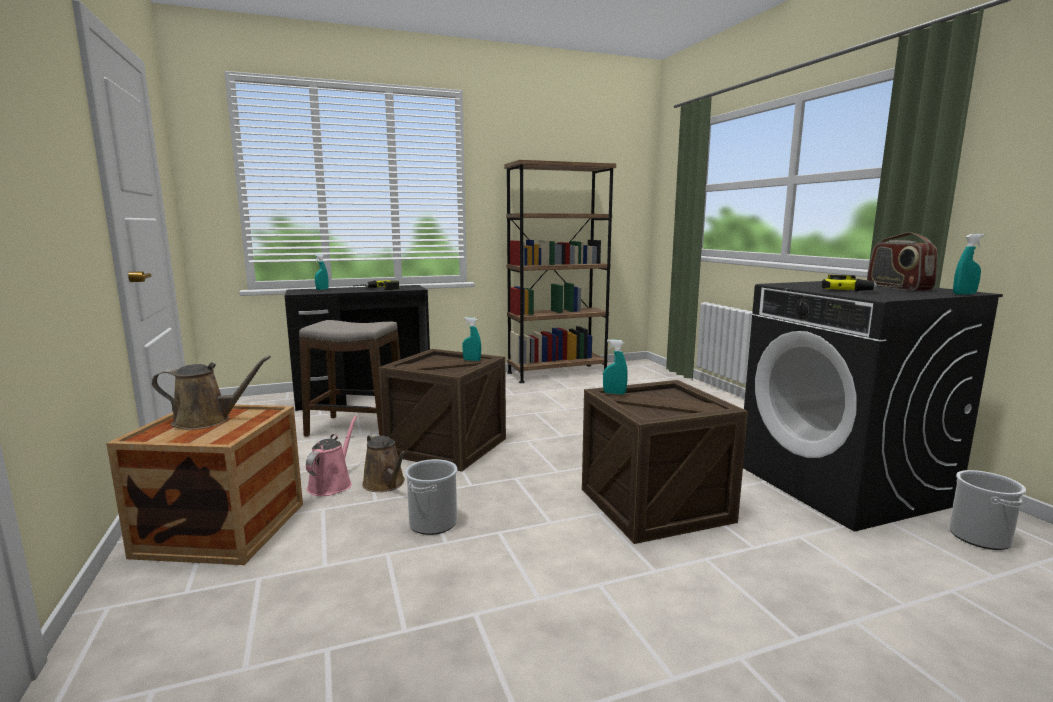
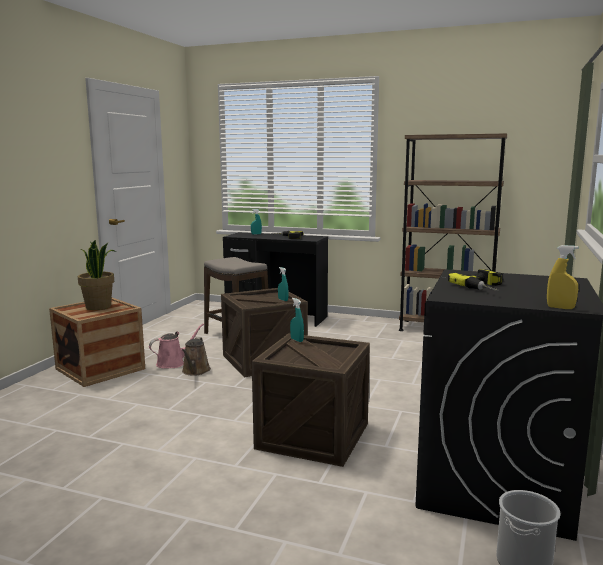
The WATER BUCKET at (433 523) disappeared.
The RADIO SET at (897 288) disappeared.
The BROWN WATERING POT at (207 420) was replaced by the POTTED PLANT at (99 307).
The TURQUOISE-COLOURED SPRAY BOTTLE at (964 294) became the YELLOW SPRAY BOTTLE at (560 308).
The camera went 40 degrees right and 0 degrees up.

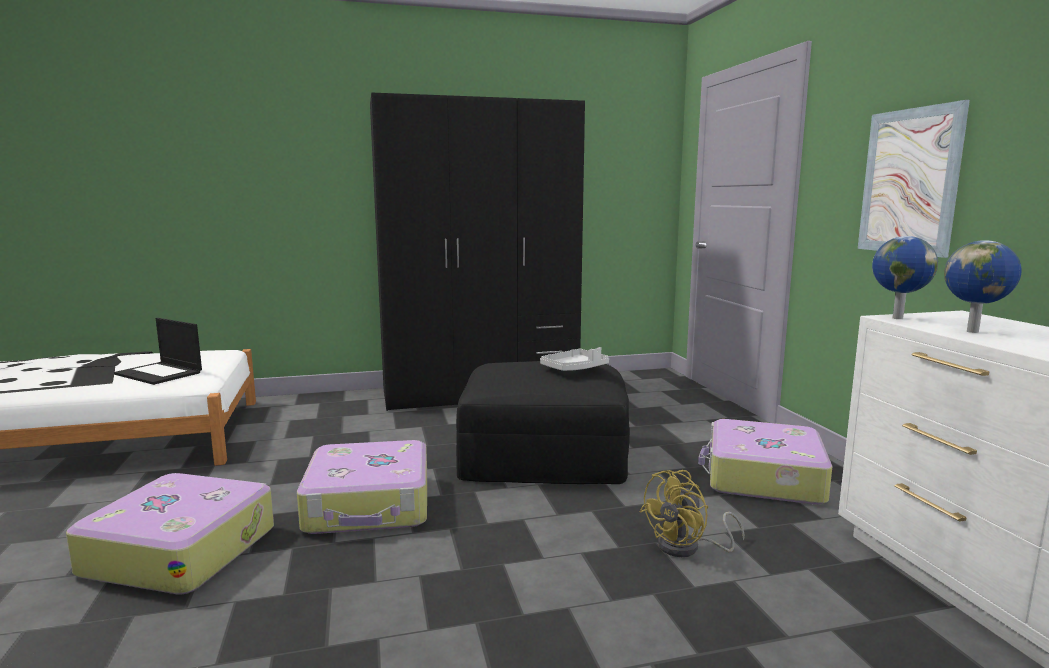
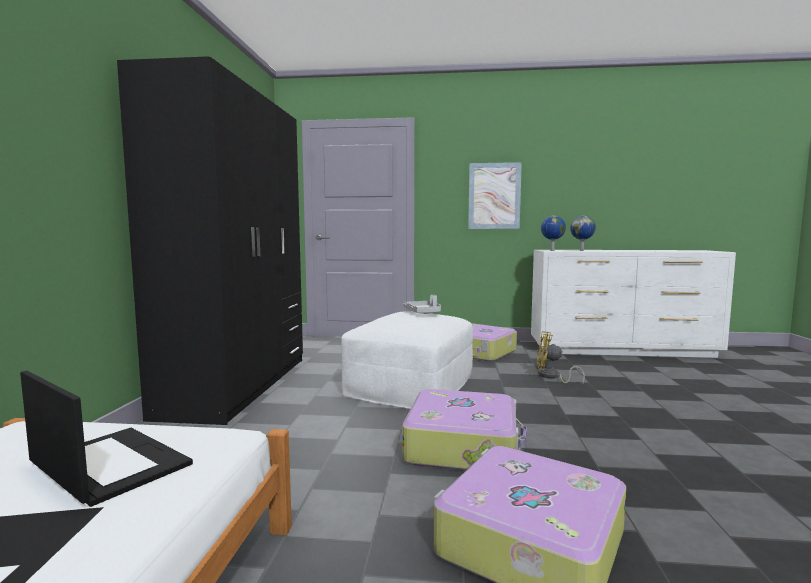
The BLACK OTTOMAN at (544 455) became the WHITISH OTTOMAN at (410 385).
The LAPTOP at (160 373) turned 105 degrees counterclockwise.
The YELLOW FAN at (687 548) turned 135 degrees clockwise.
The camera went 70 degrees left and 5 degrees down.

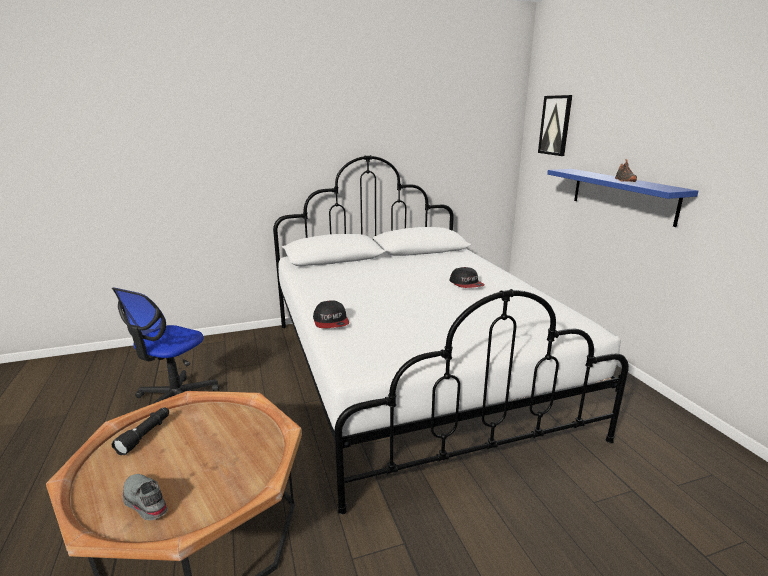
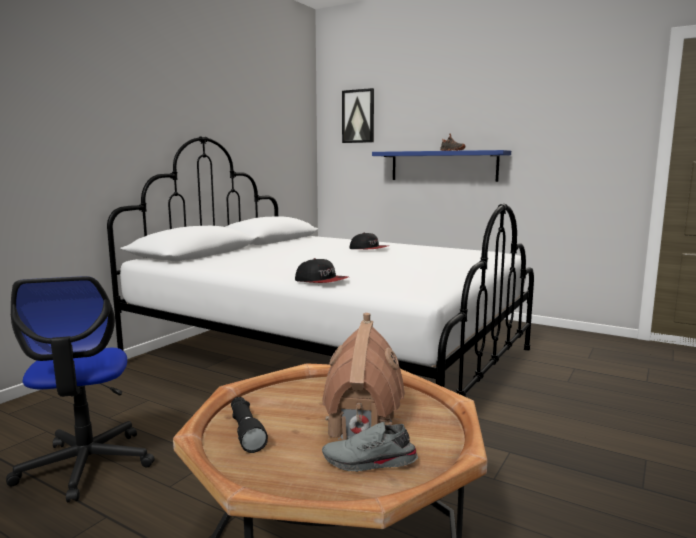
The TOY HOUSE at (361 425) appeared.
The camera went 40 degrees left and 10 degrees down.

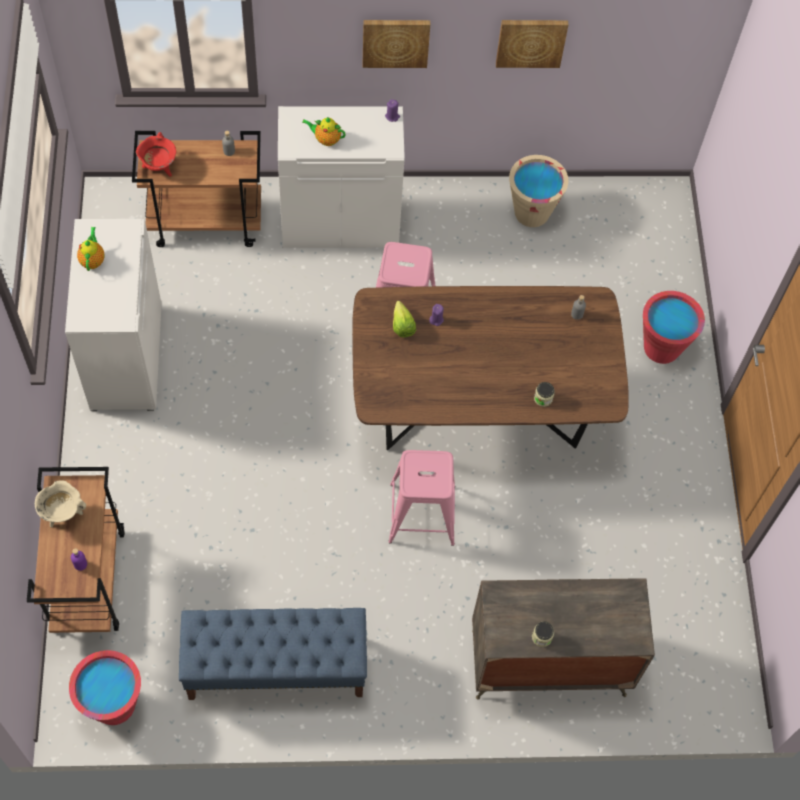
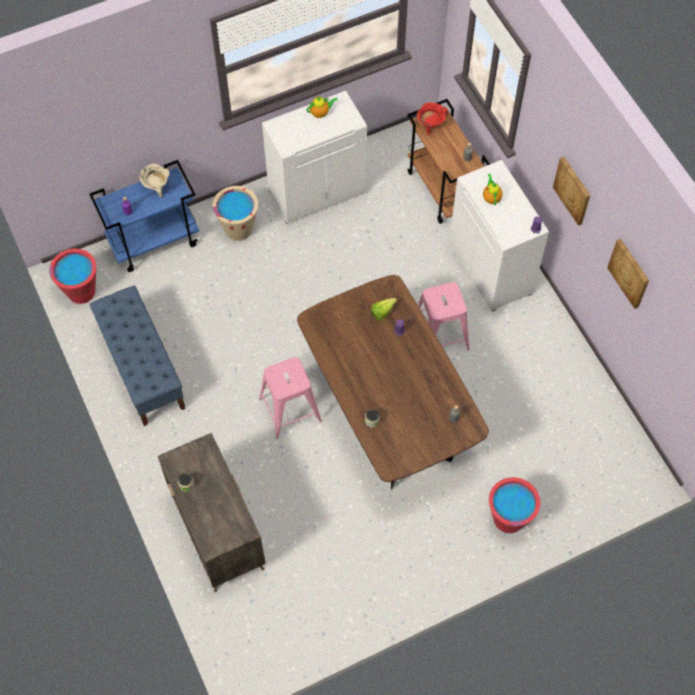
The BEIGE WATER BUCKET moved from (531 212) to (238 229).
The BROWN TROLLEY at (87 579) became the BLUE TROLLEY at (155 241).
The camera went 70 degrees right and 0 degrees up.

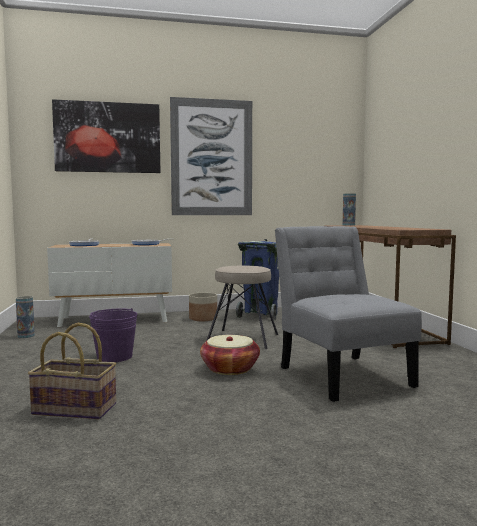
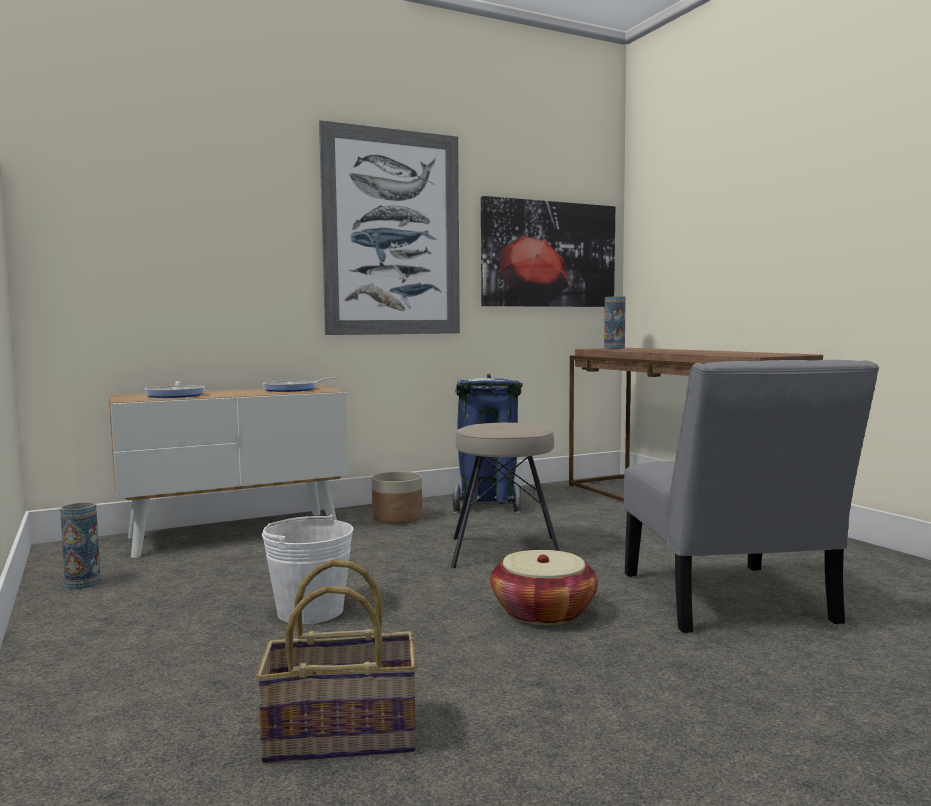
The WALL PICTURE moved from (108 137) to (549 254).
The PURPLE-COLOURED WATER BUCKET at (114 357) became the WHITISH WATER BUCKET at (310 611).
The GRAY PLAIN CHAIR at (341 374) turned 150 degrees counterclockwise.
The camera went 15 degrees left and 0 degrees up.

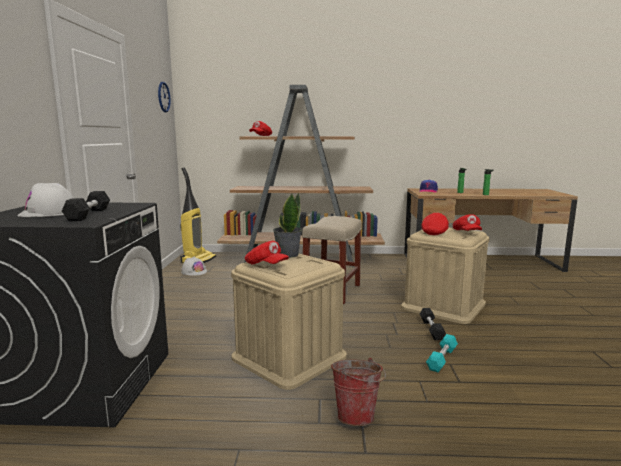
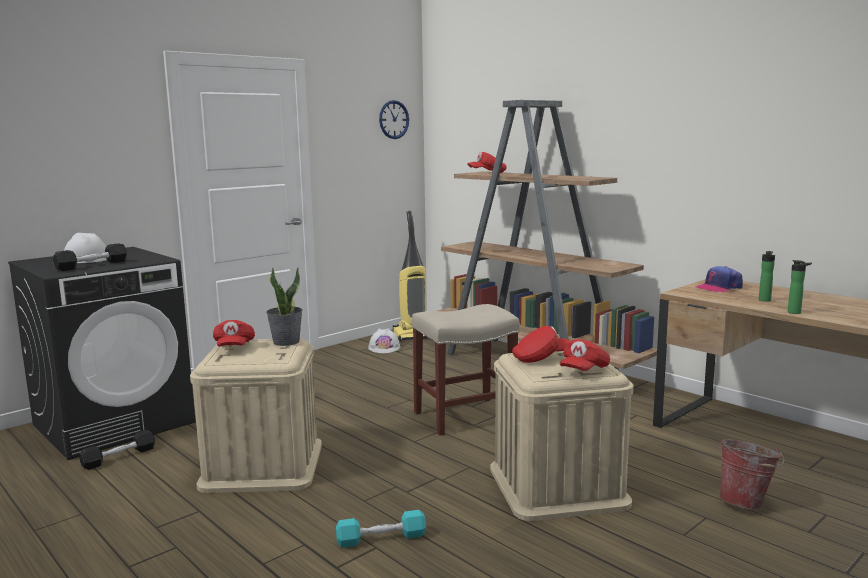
The WATER BUCKET moved from (357 415) to (746 503).
The BLACK HAND WEIGHT moved from (431 329) to (119 457).
The camera went 45 degrees right and 0 degrees up.

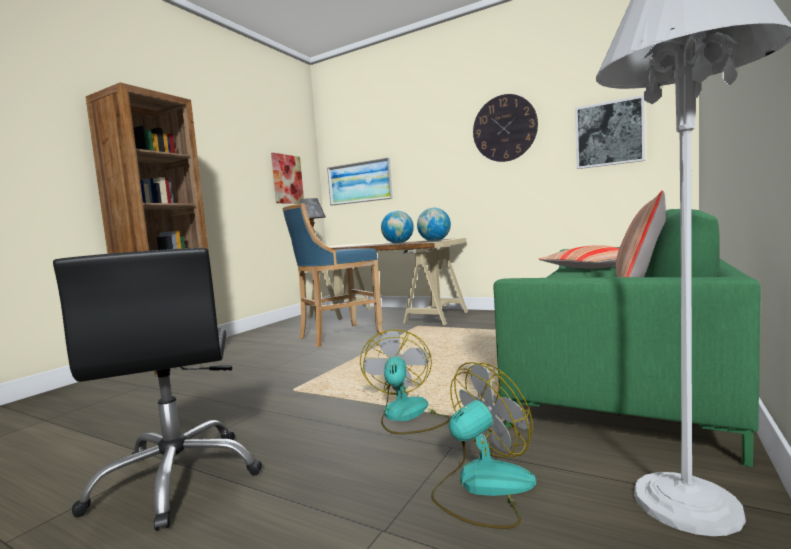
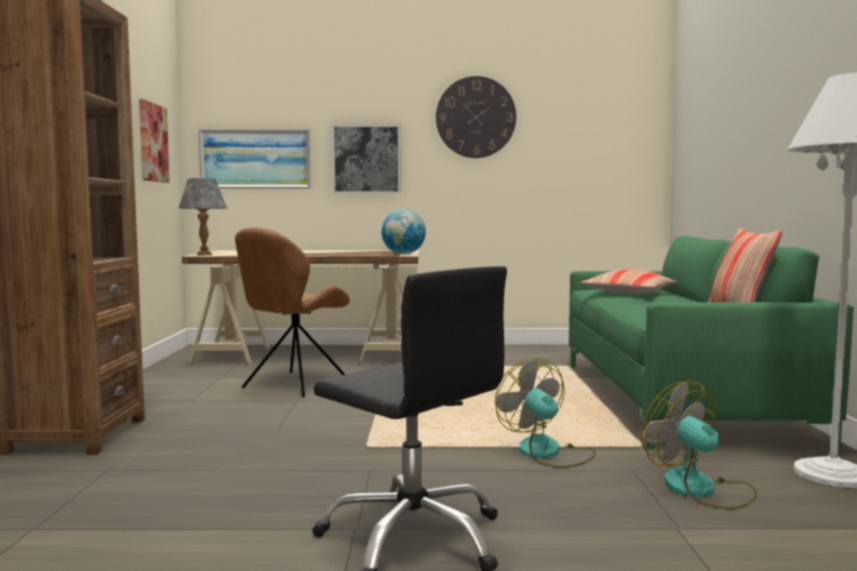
The WORLD GLOBE at (398 243) disappeared.
The WALL PICTURE moved from (609 134) to (366 159).
The BLUE SITTING STOOL at (337 336) was replaced by the BROWN PLAIN CHAIR at (294 385).
The FAN at (482 487) turned 60 degrees counterclockwise.
The camera went 30 degrees left and 0 degrees up.

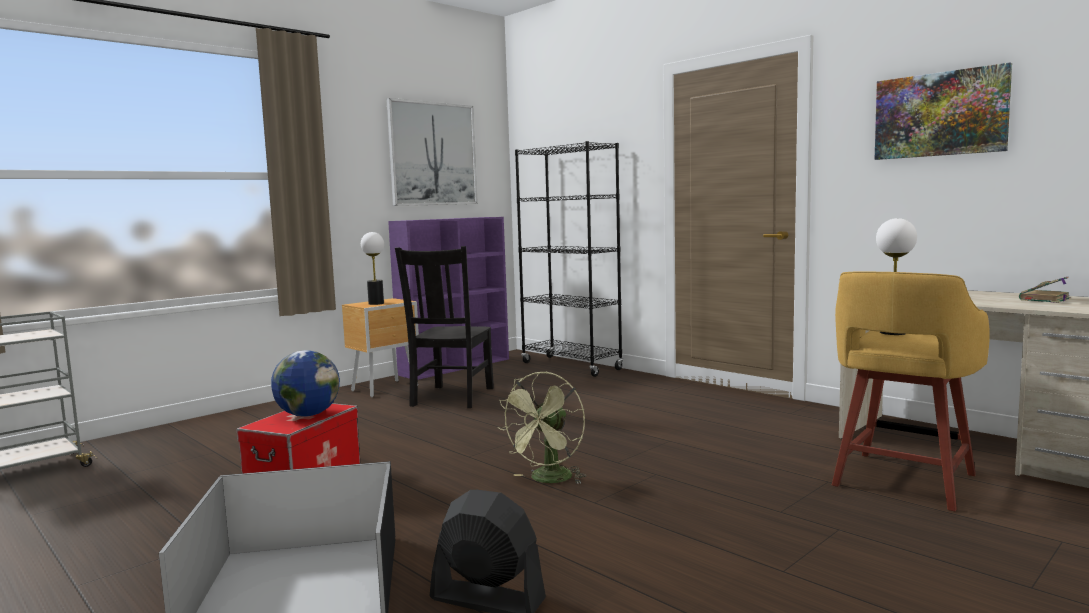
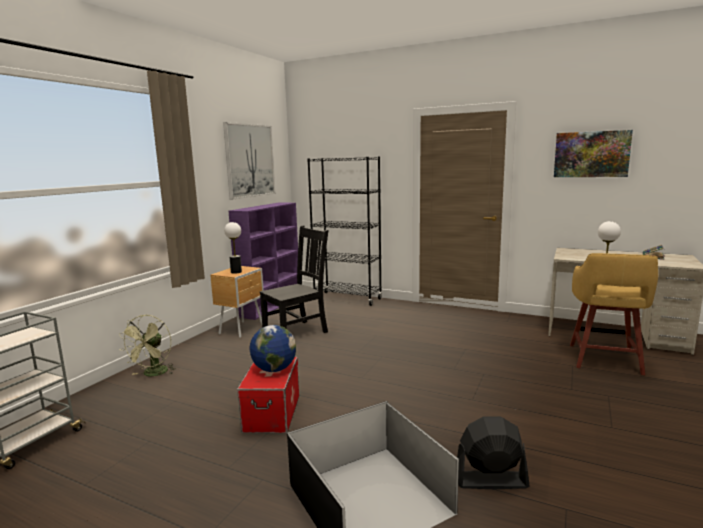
The GREEN FAN moved from (548 480) to (153 374).
The BLACK PLAIN CHAIR at (451 398) turned 120 degrees counterclockwise.
The camera went 20 degrees left and 5 degrees up.

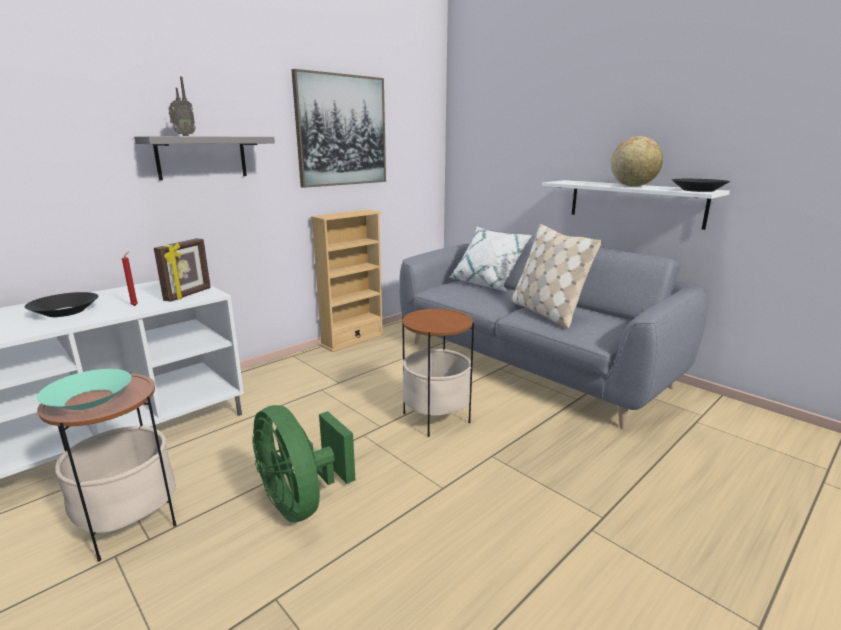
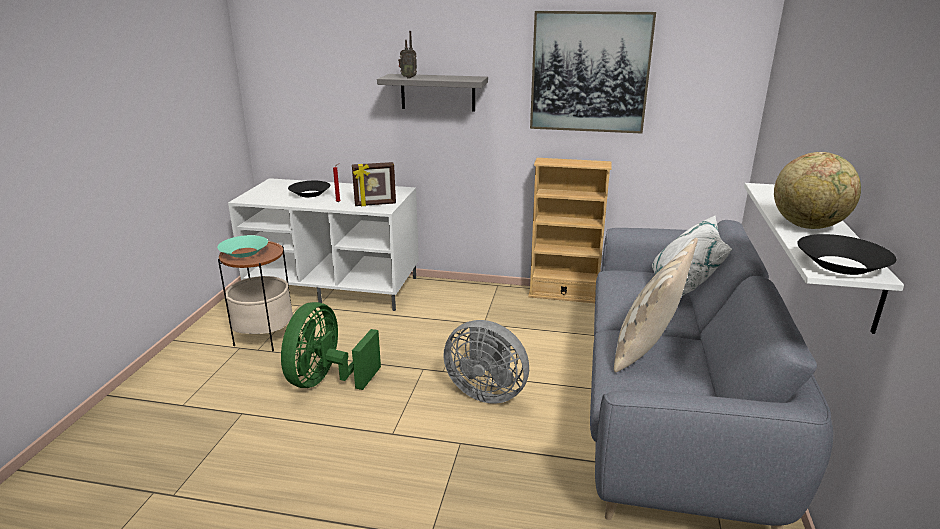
The ACCENT TABLE at (436 417) was replaced by the GRAY FAN at (486 391).
The camera went 55 degrees right and 5 degrees up.

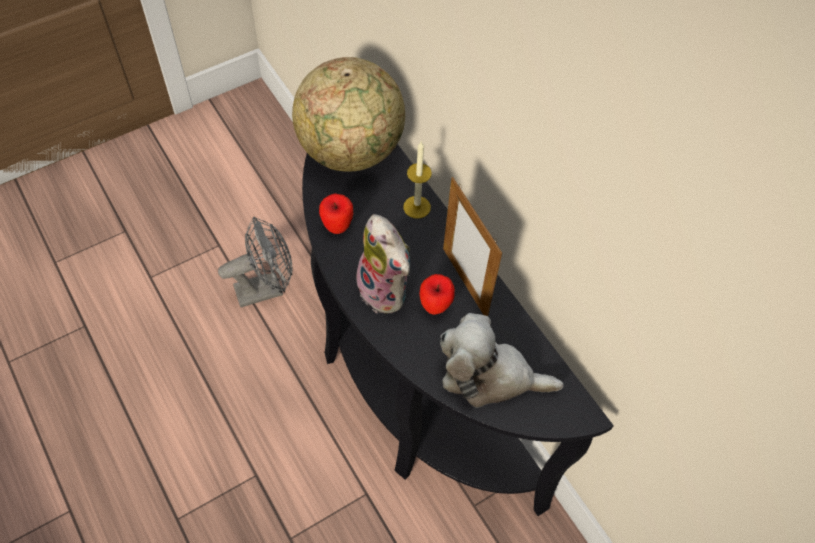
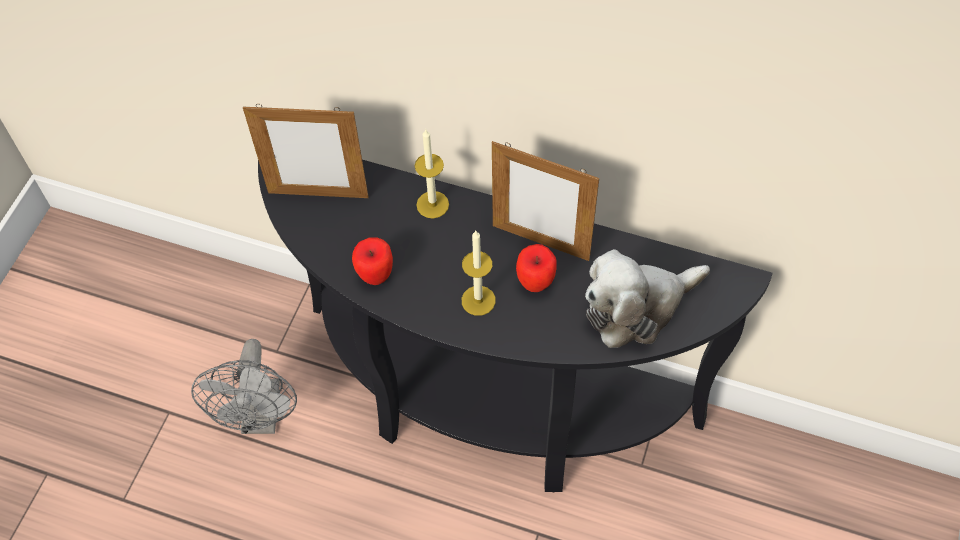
The WORLD GLOBE at (351 150) was replaced by the PHOTO FRAME at (318 194).
The PLUSH TOY at (386 290) was replaced by the WAX CANDLE at (478 300).
The GRAY FAN at (266 288) turned 150 degrees clockwise.
The camera went 35 degrees left and 0 degrees up.

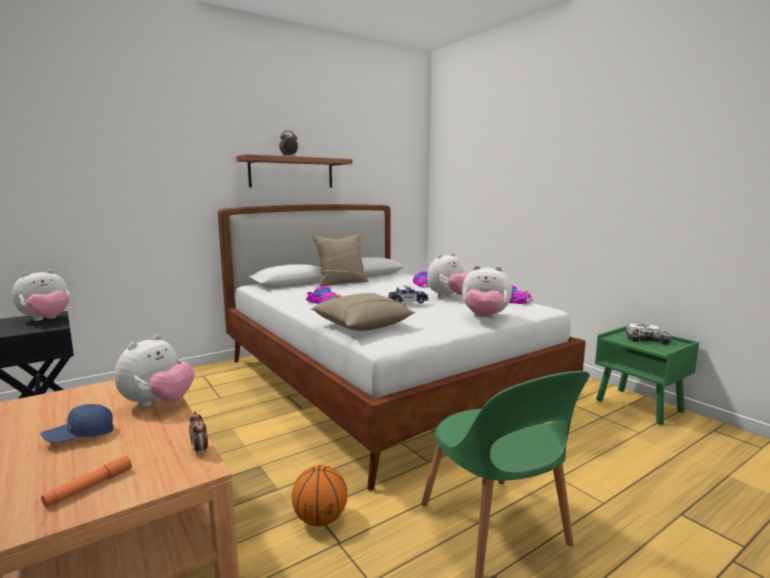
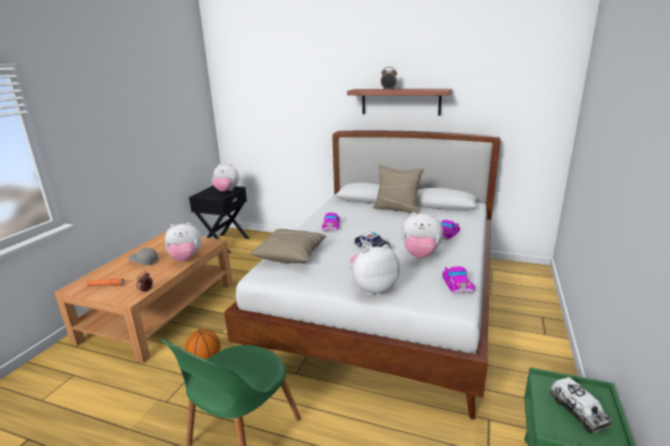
The BLUE BASEBALL CAP at (80 436) became the GRAY BASEBALL CAP at (144 261).
The PLUSH TOY at (484 318) turned 90 degrees clockwise.
The camera went 55 degrees right and 10 degrees up.

